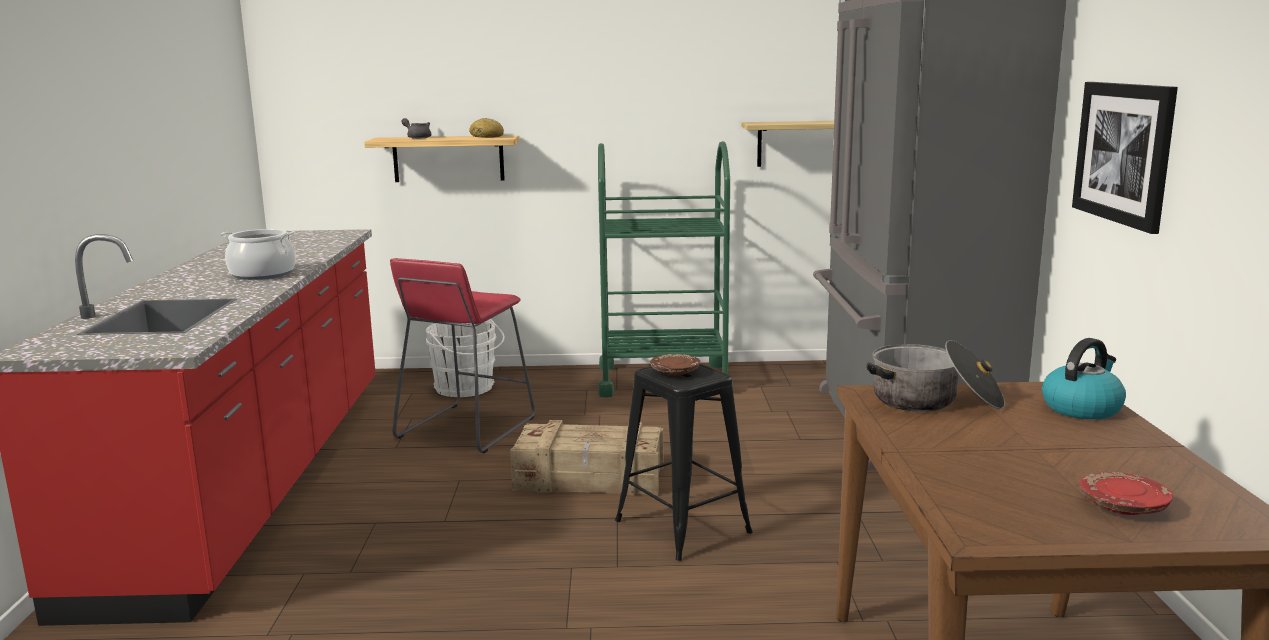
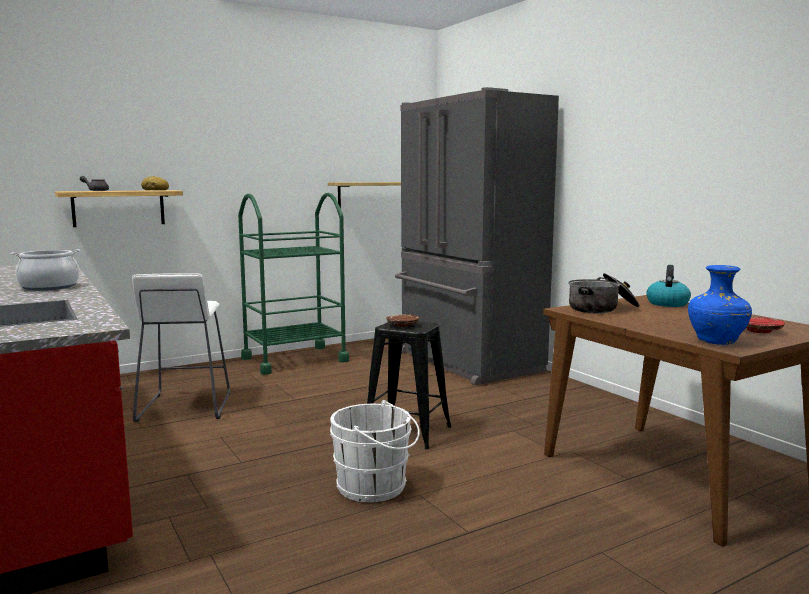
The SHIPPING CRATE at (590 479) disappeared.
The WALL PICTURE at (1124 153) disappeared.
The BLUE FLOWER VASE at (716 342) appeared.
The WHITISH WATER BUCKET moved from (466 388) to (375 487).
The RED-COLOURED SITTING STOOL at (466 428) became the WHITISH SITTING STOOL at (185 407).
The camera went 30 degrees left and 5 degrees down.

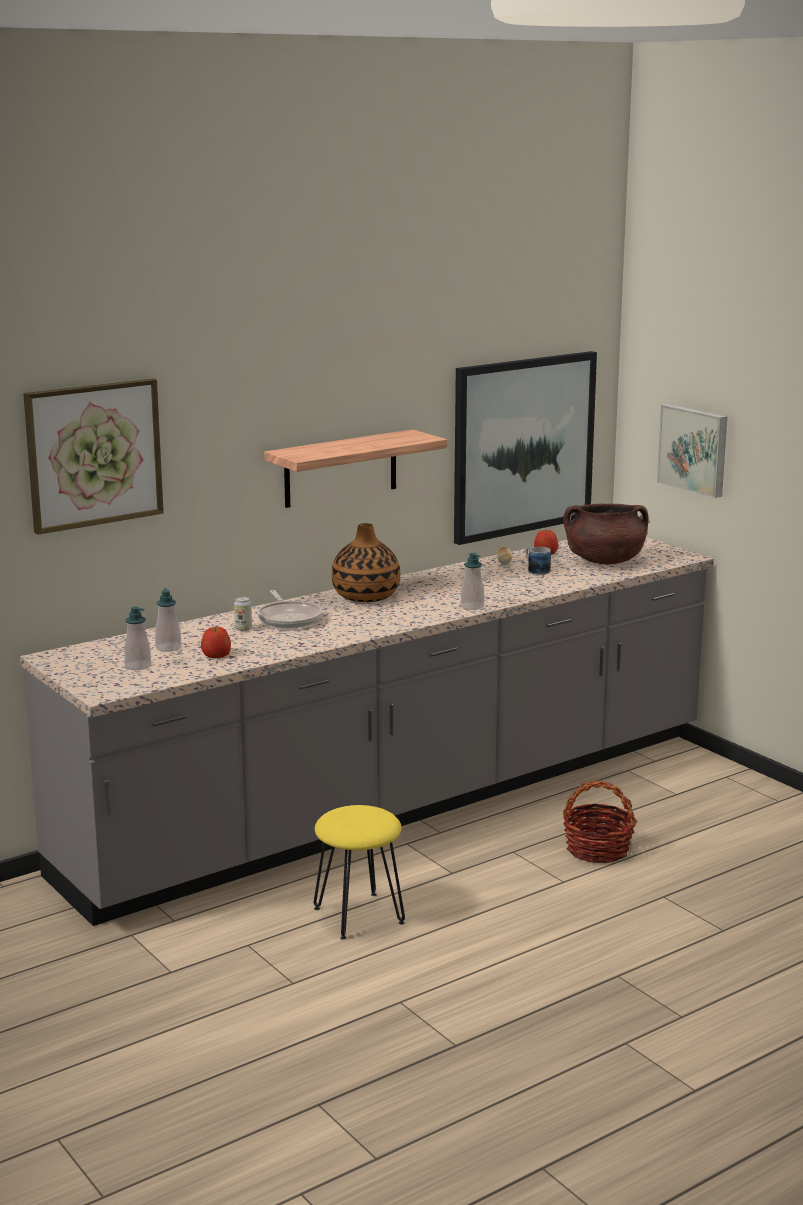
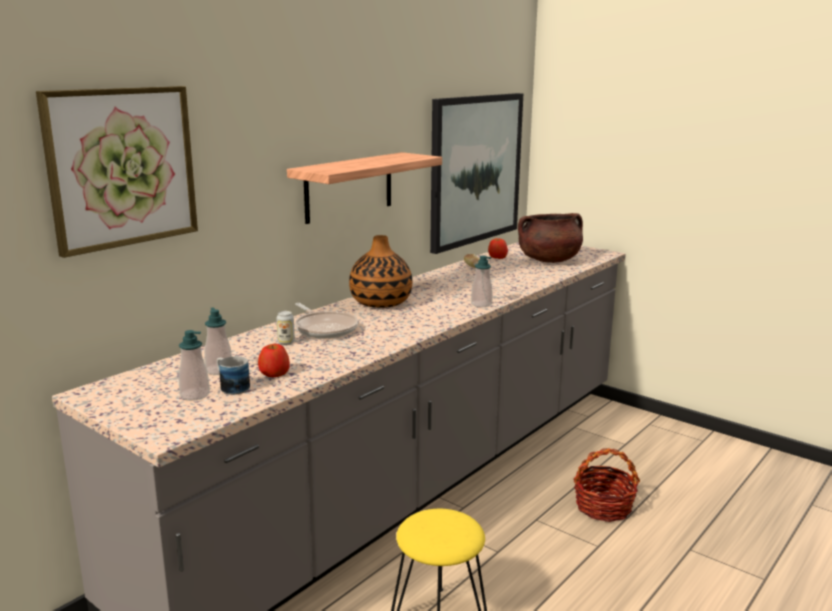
The WALL PICTURE at (694 449) disappeared.
The COFFEE MUG moved from (536 570) to (231 387).
The camera went 15 degrees left and 0 degrees up.

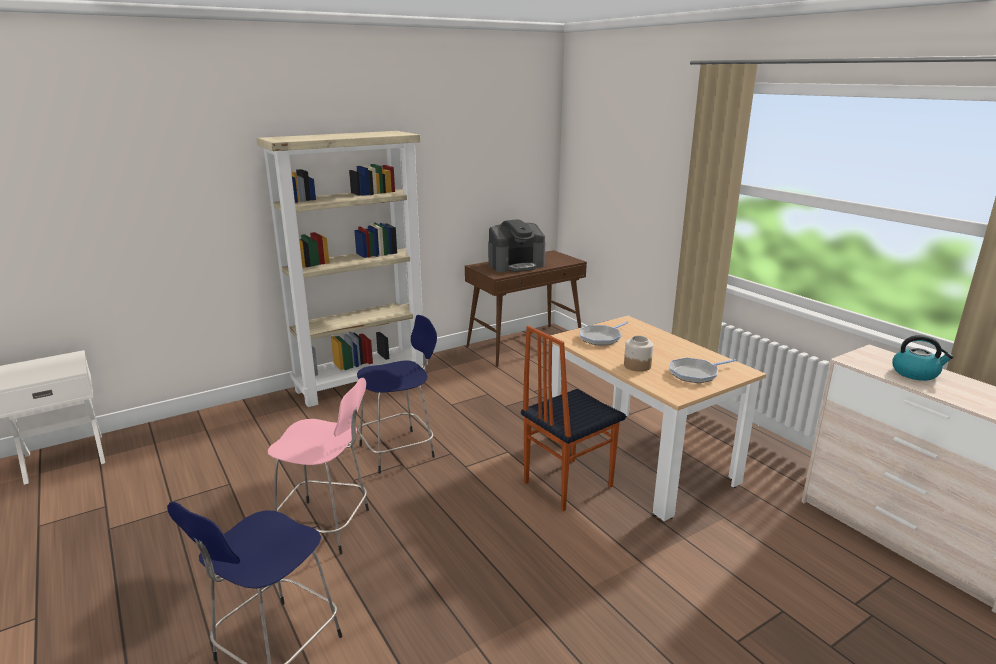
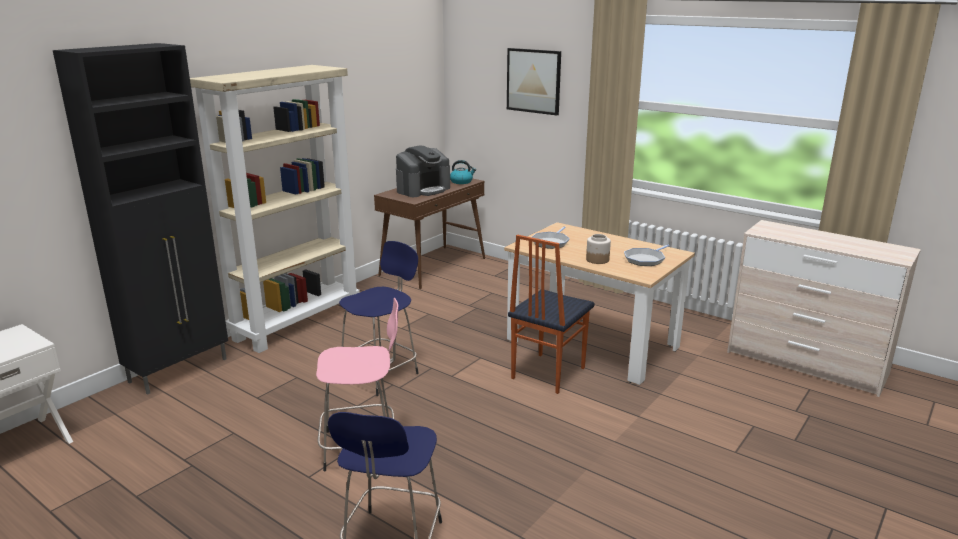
The BLACK STORAGE CABINET at (180 370) appeared.
The WALL PICTURE at (533 81) appeared.
The WATER KETTLE moved from (915 373) to (461 181).
The camera went 20 degrees left and 0 degrees up.

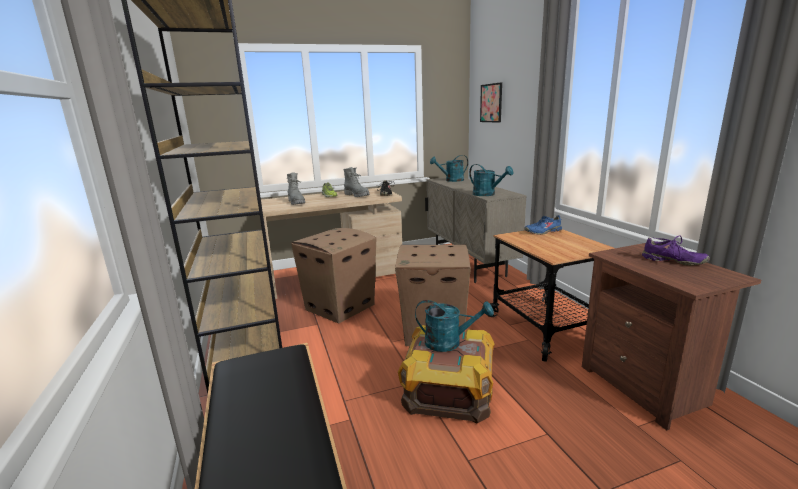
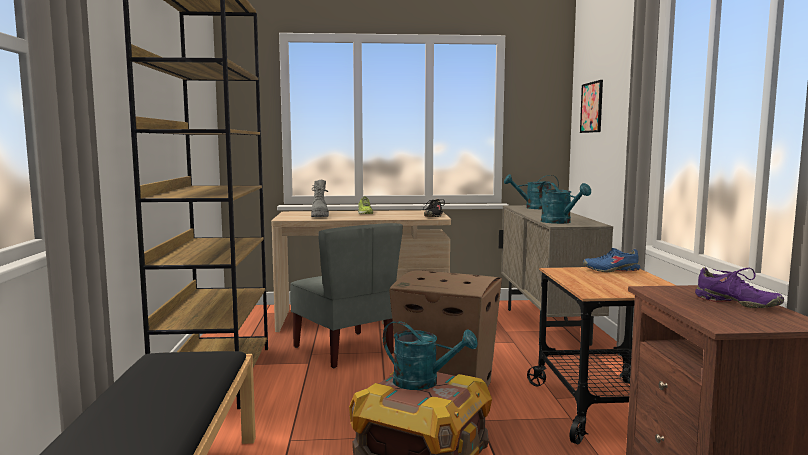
The GRAY BOOT at (357 195) disappeared.
The CARDBOARD BOX at (339 307) was replaced by the GRAY PLAIN CHAIR at (345 350).
The camera went 15 degrees right and 10 degrees down.

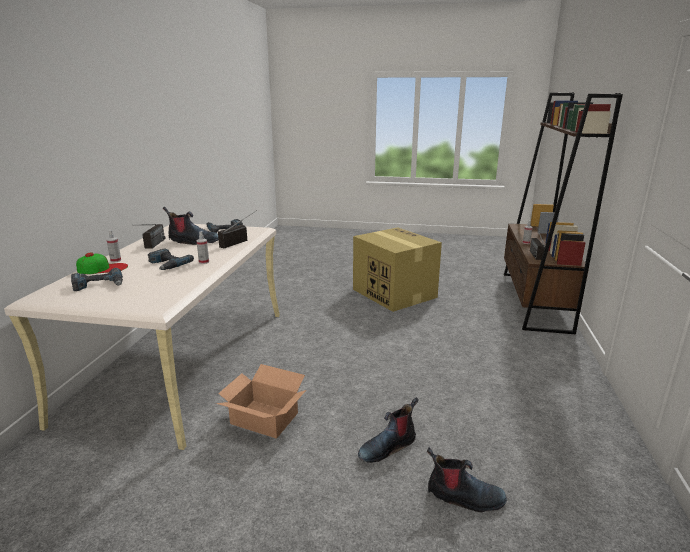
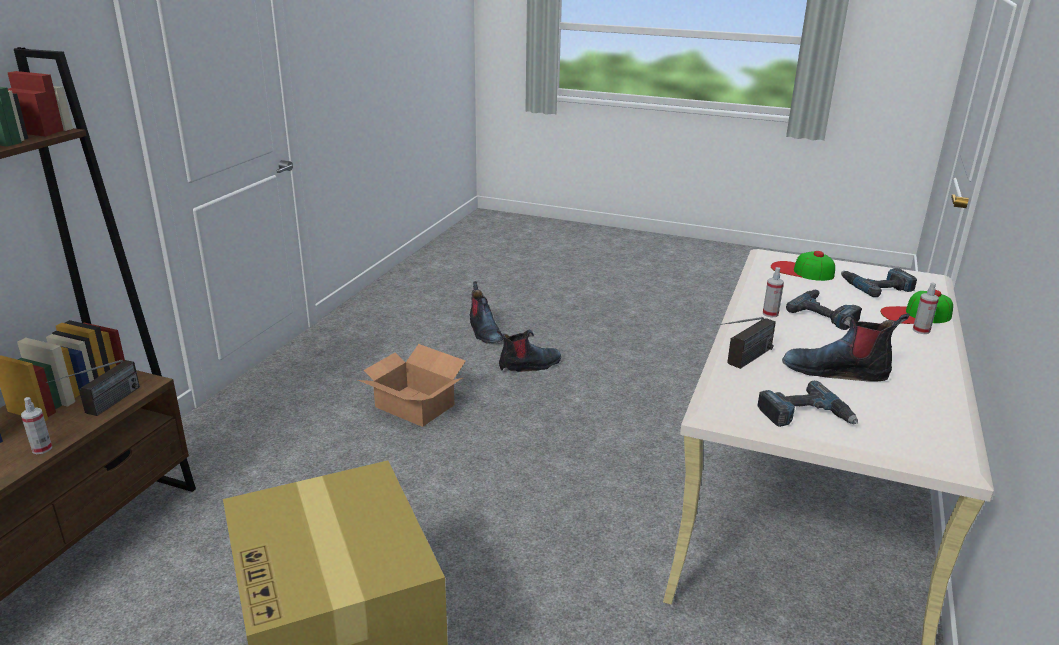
The RADIO SET at (152 246) disappeared.
The BASEBALL CAP at (802 271) appeared.
The CARDBOARD BOX moved from (264 419) to (414 405).
The BOOT at (464 497) turned 135 degrees counterclockwise.
The camera went 170 degrees left and 5 degrees up.

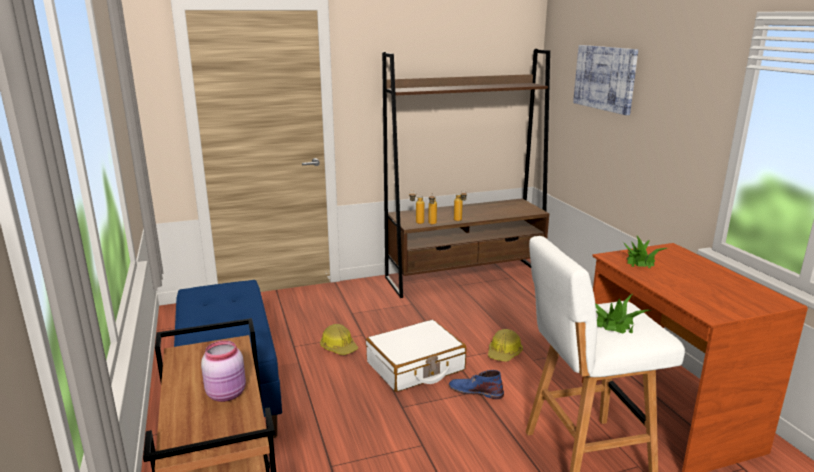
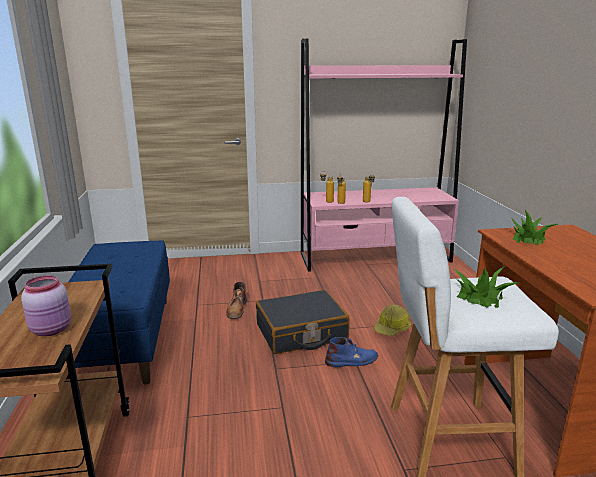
The WALL PICTURE at (605 78) disappeared.
The SAFETY HELMET at (339 347) was replaced by the BROWN BOOT at (236 309).
The WHITISH TRAVEL CASE at (415 367) became the BLACK TRAVEL CASE at (301 333).
The BROWN BOOKCASE at (465 277) became the PINKISH BOOKCASE at (375 257).
The BLUE BOOT at (475 391) turned 135 degrees clockwise.
The camera went 10 degrees right and 0 degrees up.

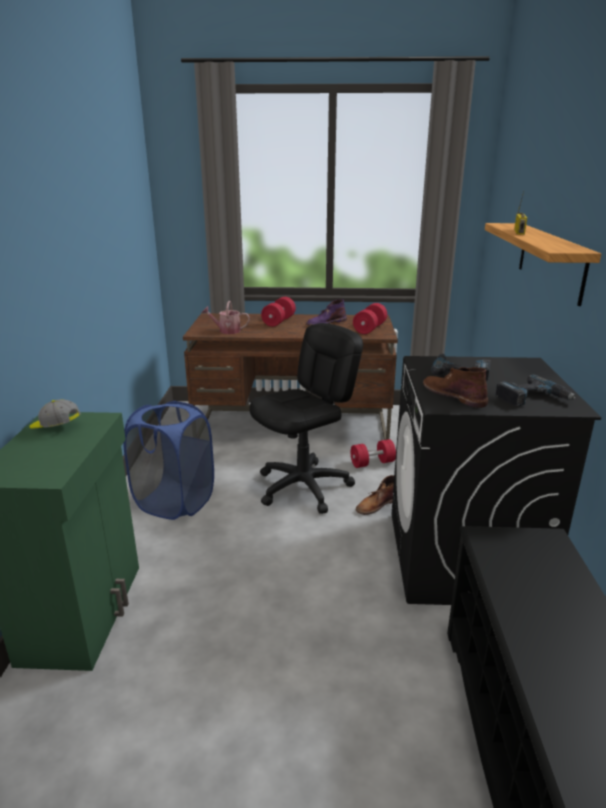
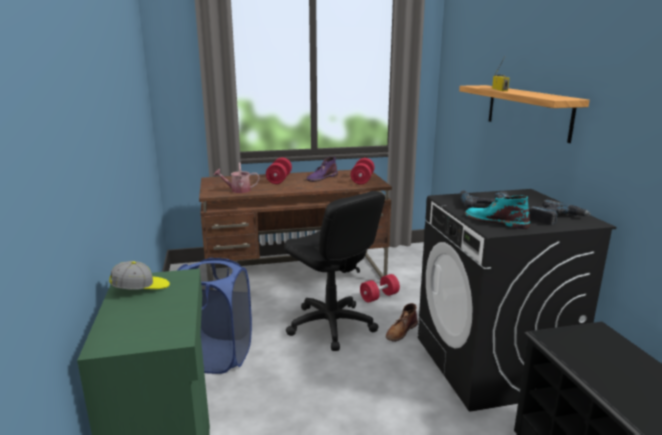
The BROWN BOOT at (454 395) became the TURQUOISE-COLOURED BOOT at (495 221).
The BASEBALL CAP at (55 427) turned 150 degrees clockwise.
The BLACK OFFICE CHAIR at (304 487) turned 105 degrees clockwise.
The camera went 15 degrees left and 5 degrees down.

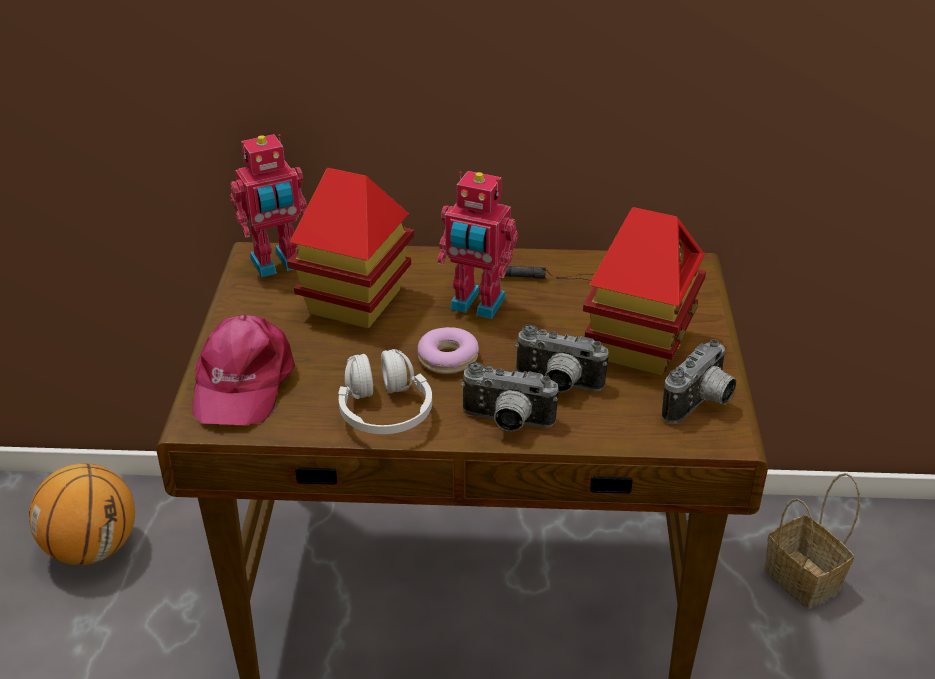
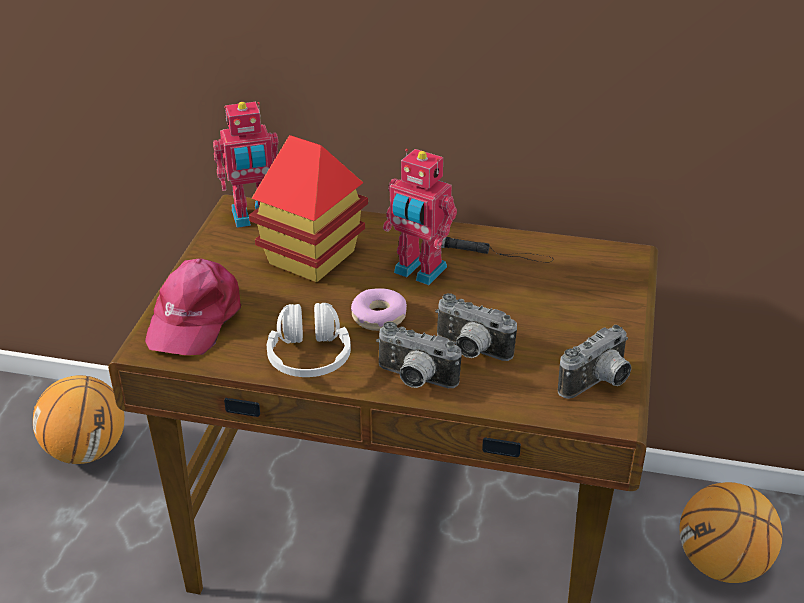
The TOY HOUSE at (639 345) disappeared.
The STORAGE BASKET at (805 580) was replaced by the BASKETBALL at (722 564).
The camera went 10 degrees right and 0 degrees up.

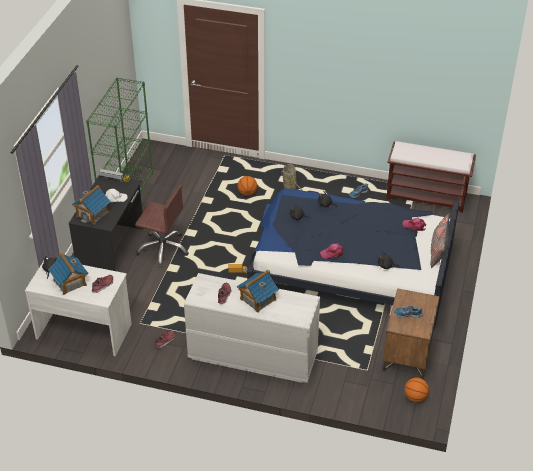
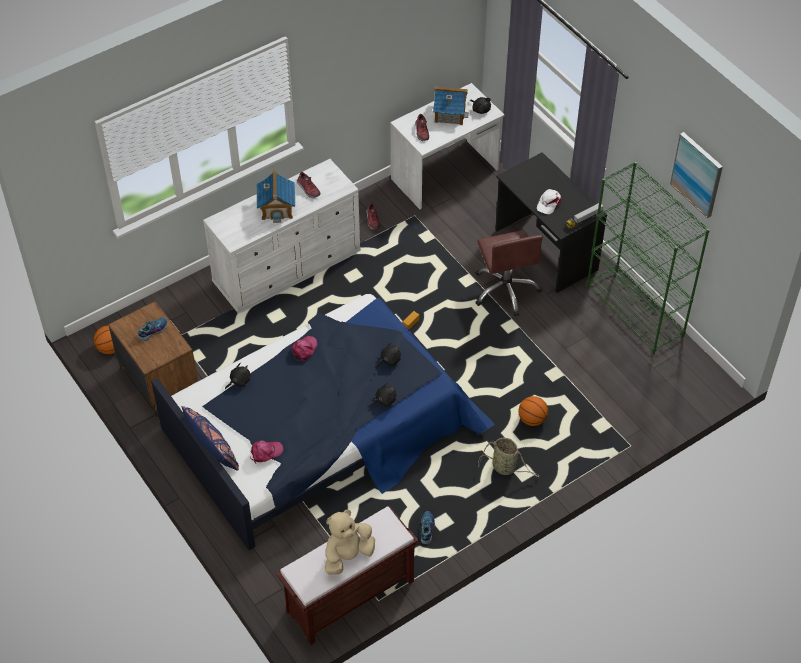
The TOY HOUSE at (93 214) disappeared.
The BEIGE PLUSH TOY at (347 555) appeared.
The WALL PICTURE at (697 174) appeared.
The GRAY CUSHION at (438 250) became the BLUE CUSHION at (212 448).
The BROWN OFFICE CHAIR at (163 249) turned 75 degrees counterclockwise.
The camera went 130 degrees right and 10 degrees up.

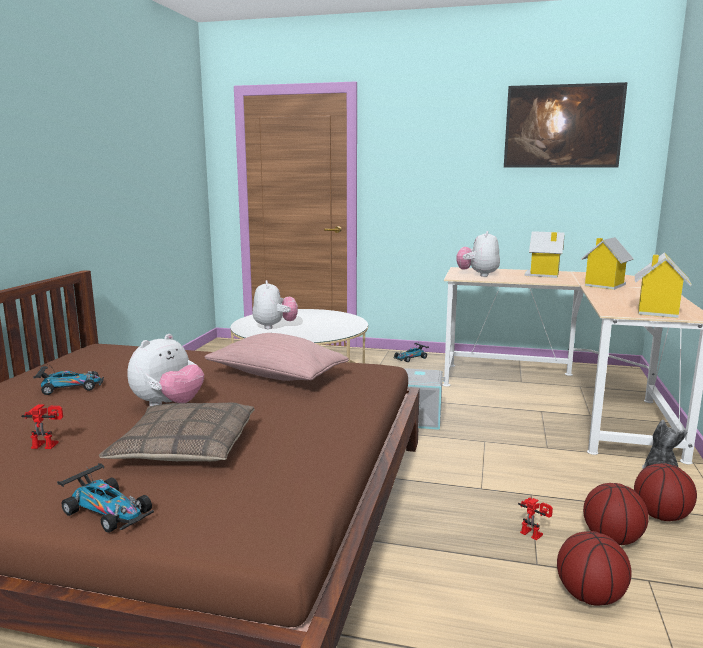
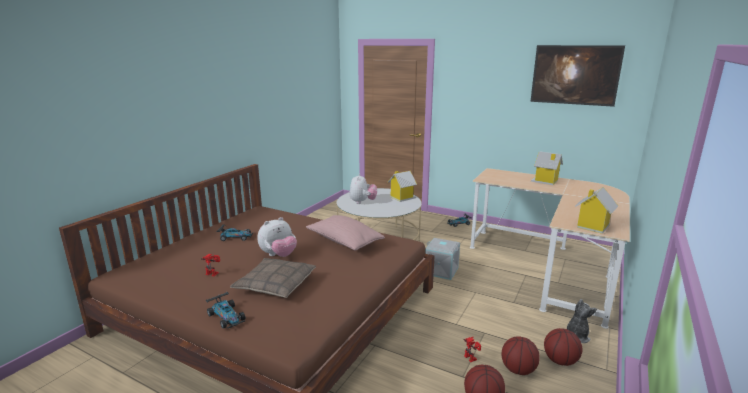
The PLUSH TOY at (478 275) disappeared.
The TOY HOUSE moved from (604 285) to (402 197).
The camera went 15 degrees right and 5 degrees up.

